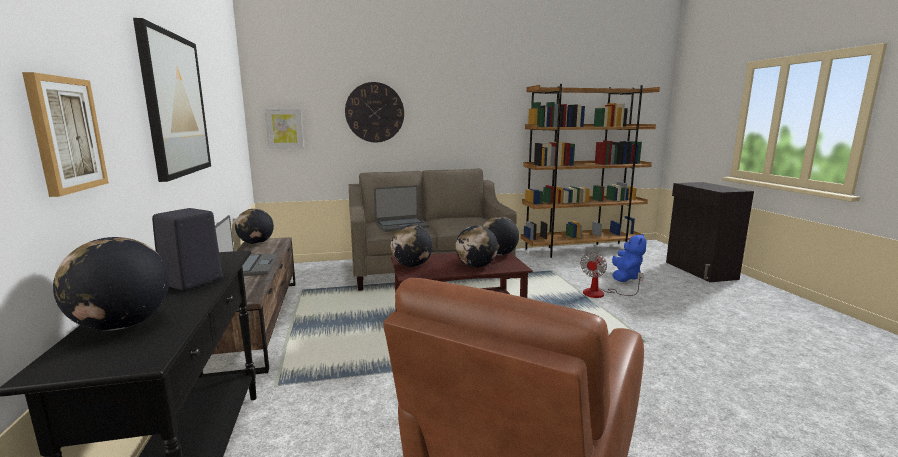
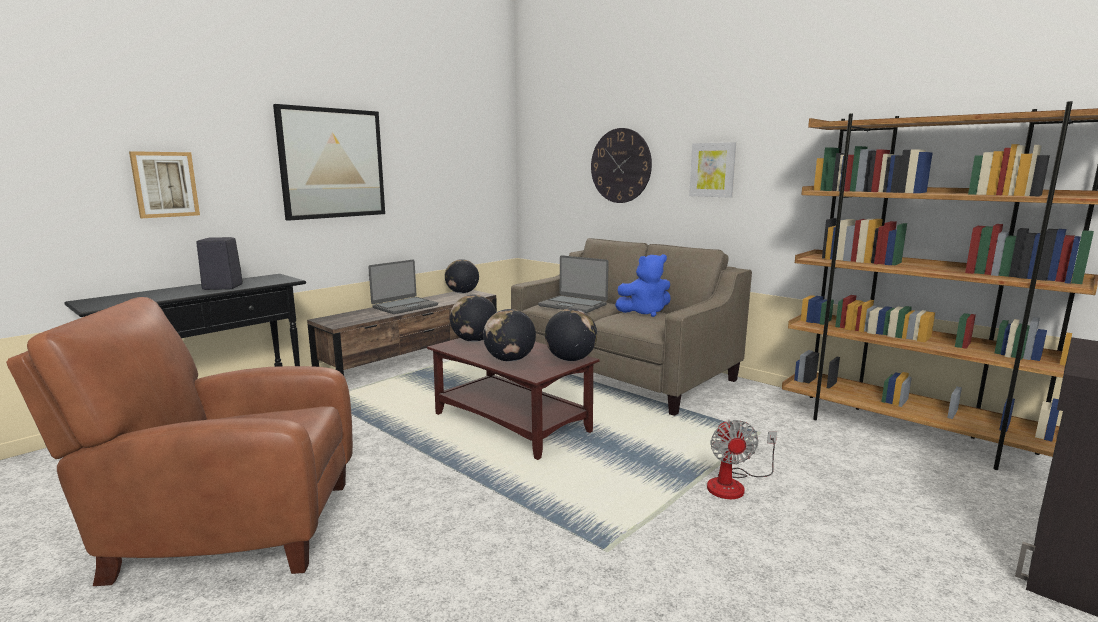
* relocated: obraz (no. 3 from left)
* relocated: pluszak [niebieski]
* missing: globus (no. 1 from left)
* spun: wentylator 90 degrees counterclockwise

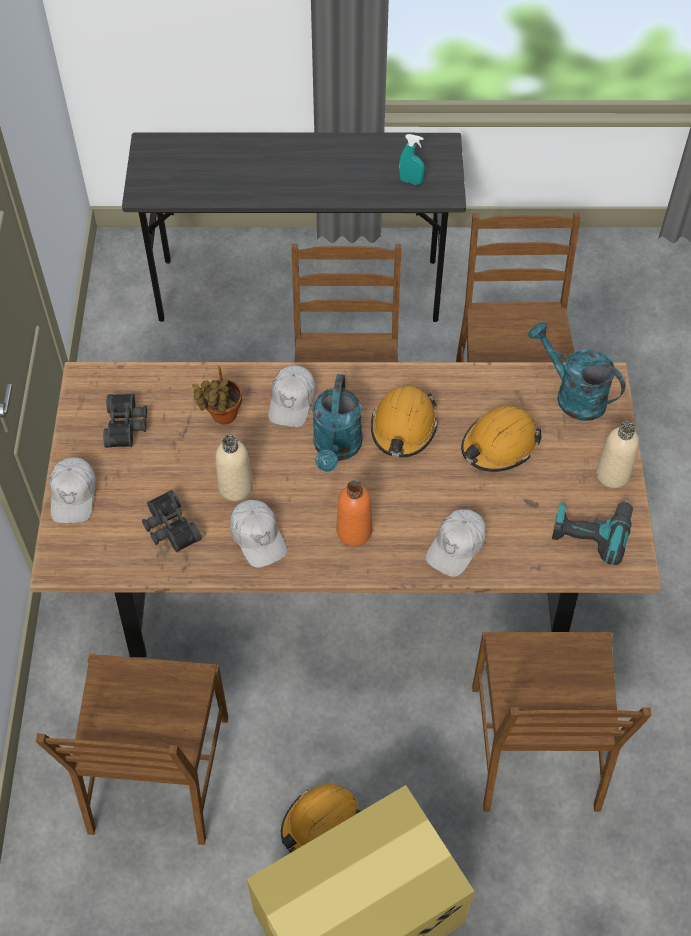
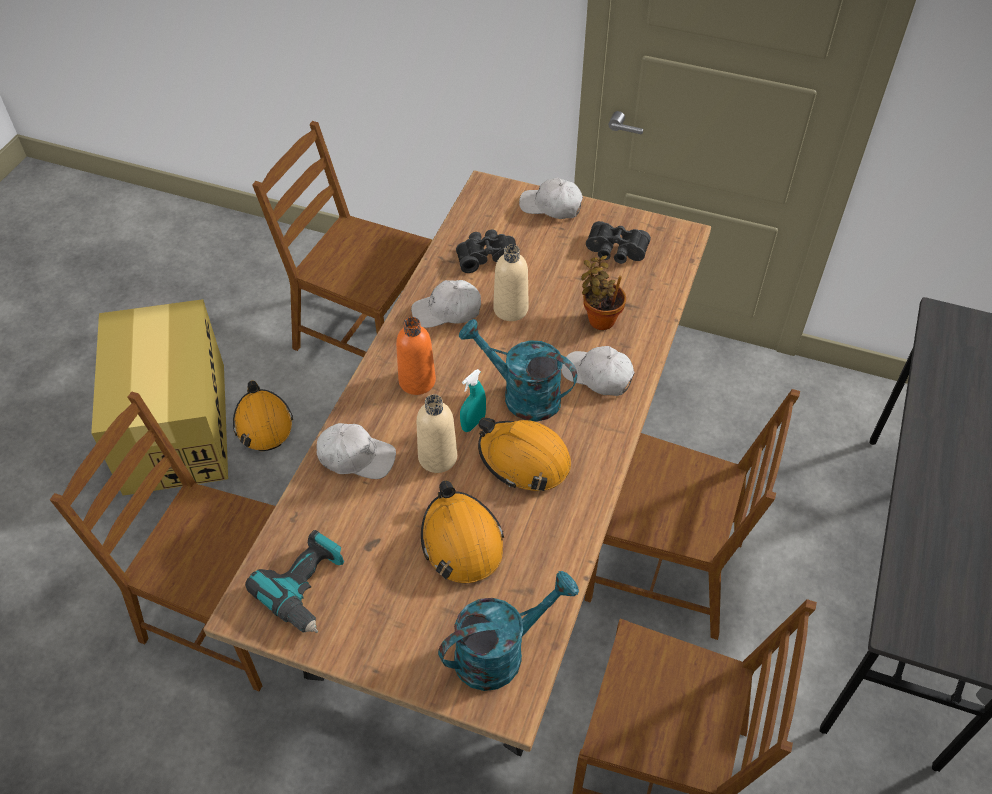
* relocated: spryskiwacz [turkusowy]
* relocated: butelka [beżowy] (no. 2 from left in the first image) to butelka [beżowy] (no. 1 from left)
* spun: czapka z daszkiem [biały] (no. 4 from left in the first image) 135 degrees clockwise

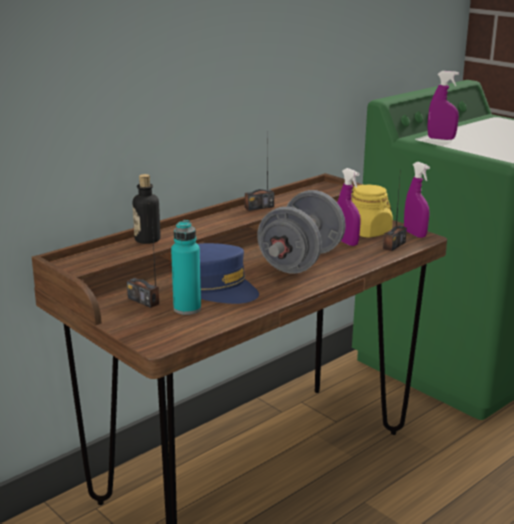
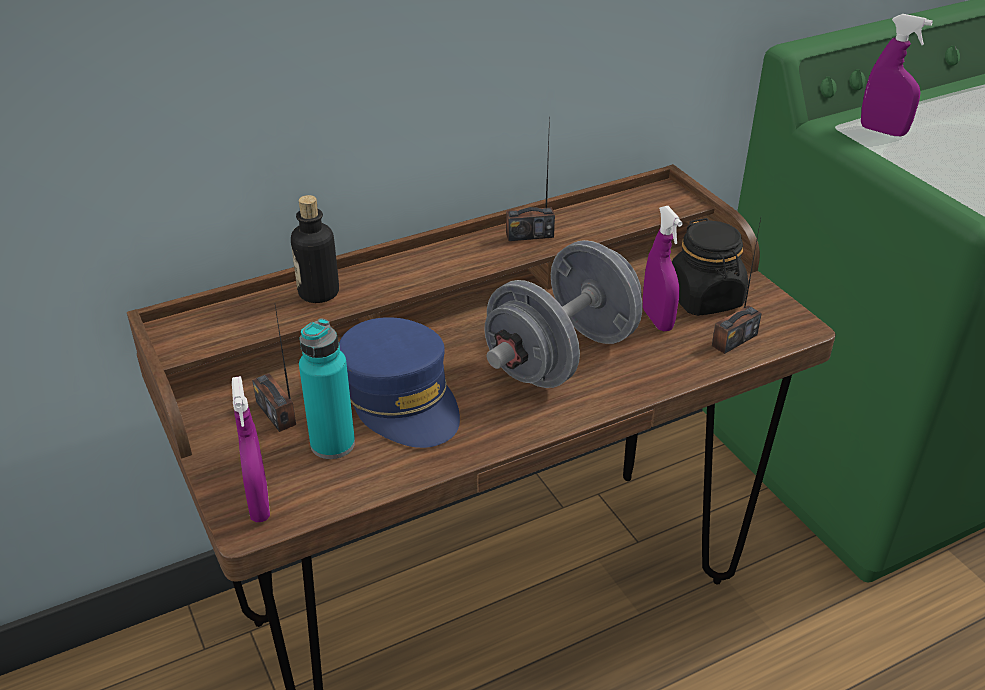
* relocated: spryskiwacz [fioletowy] (no. 2 from left in the first image) to spryskiwacz [fioletowy] (no. 1 from left)
* colour: słoik [żółty] to słoik [czarny]

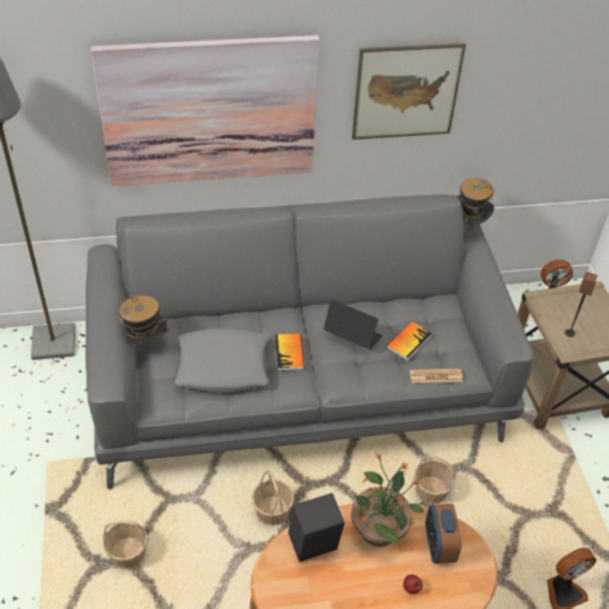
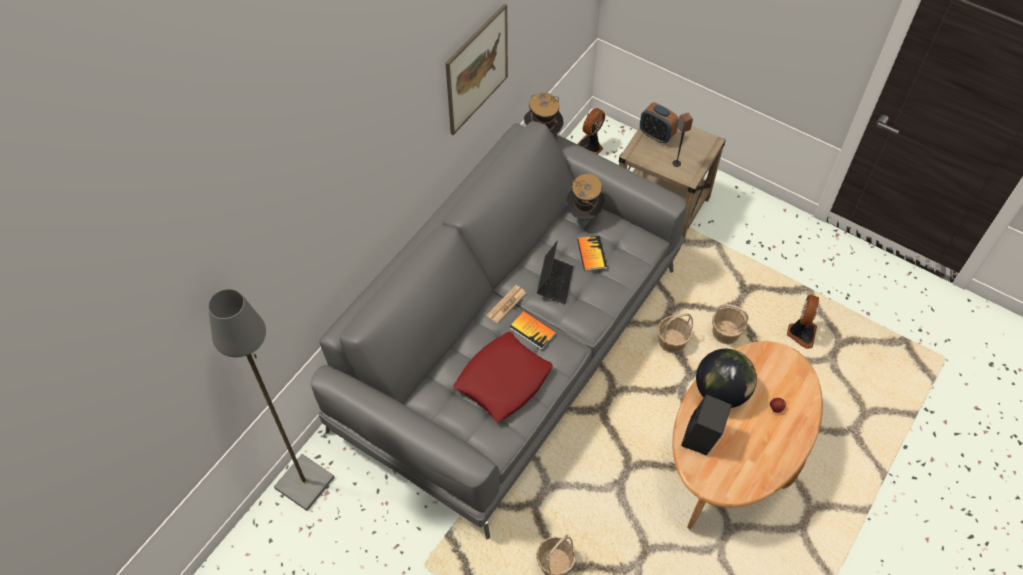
* missing: obraz (no. 1 from left)
* relocated: kapelusz (no. 1 from left in the first image) to kapelusz (no. 2 from left)
* spun: laptop 120 degrees clockwise
* colour: poduszka [szary] to poduszka [czerwony]
* relocated: gazeta
* exchanged: roślina doniczkowa to globus
* relocated: koszyk (no. 2 from left in the first image) to koszyk (no. 3 from left)
* relocated: budzik

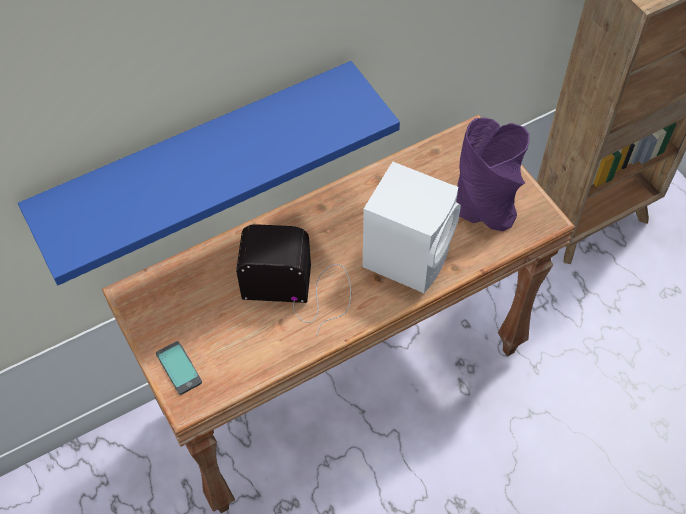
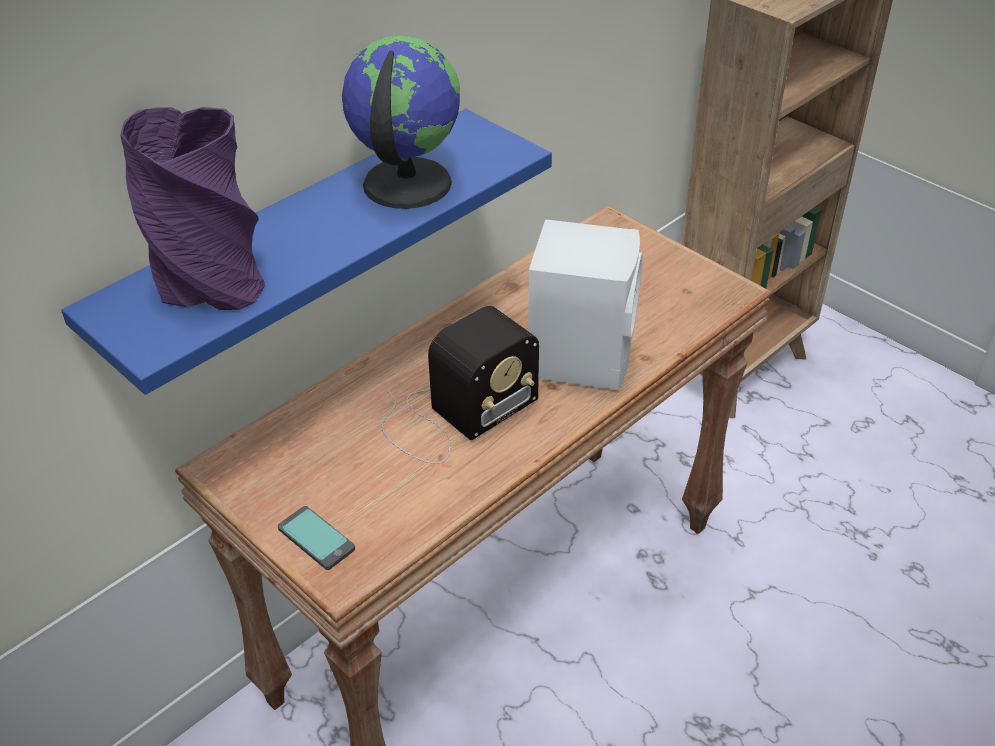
* relocated: wazon [fioletowy]
* spun: radio 150 degrees clockwise
* appeared: globus

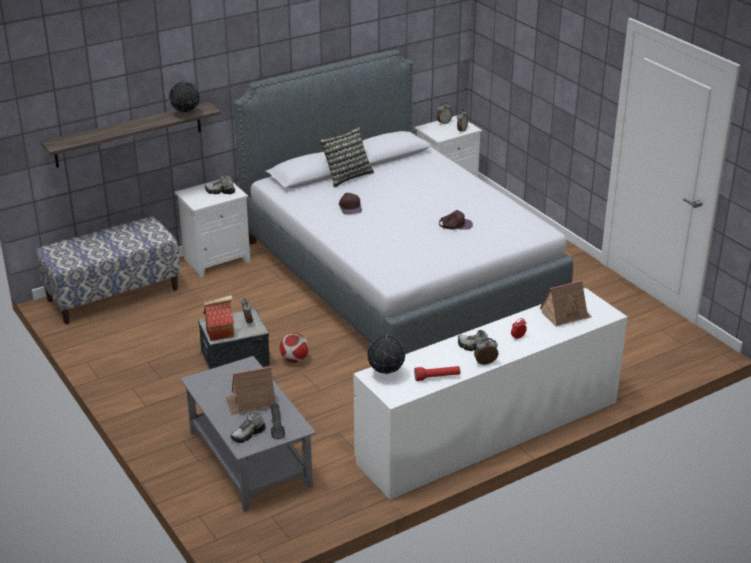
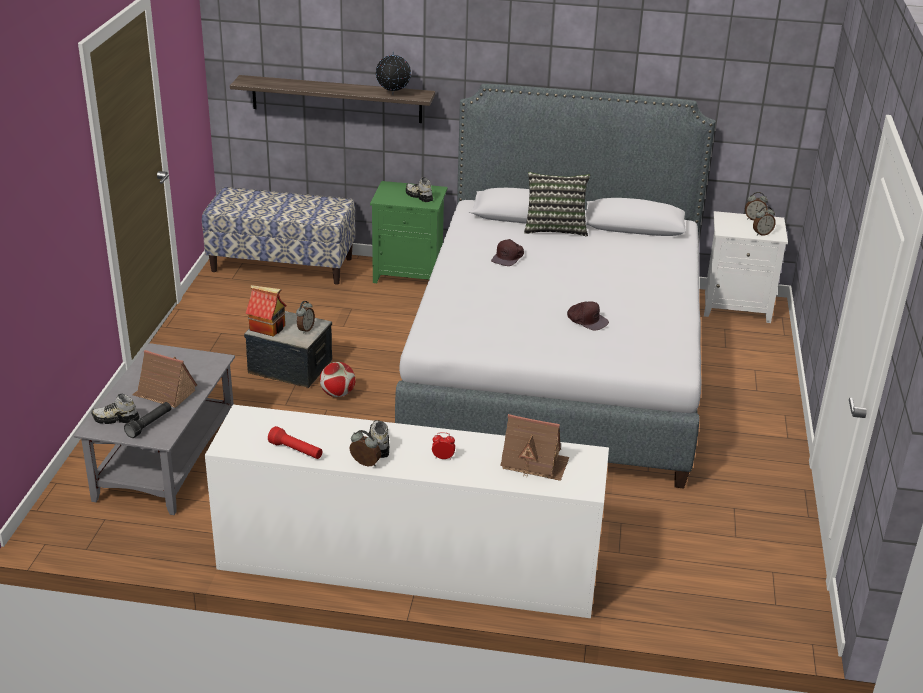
* colour: szafka nocna [biały] (no. 1 from left) to szafka nocna [zielony]
* missing: globus (no. 2 from left)

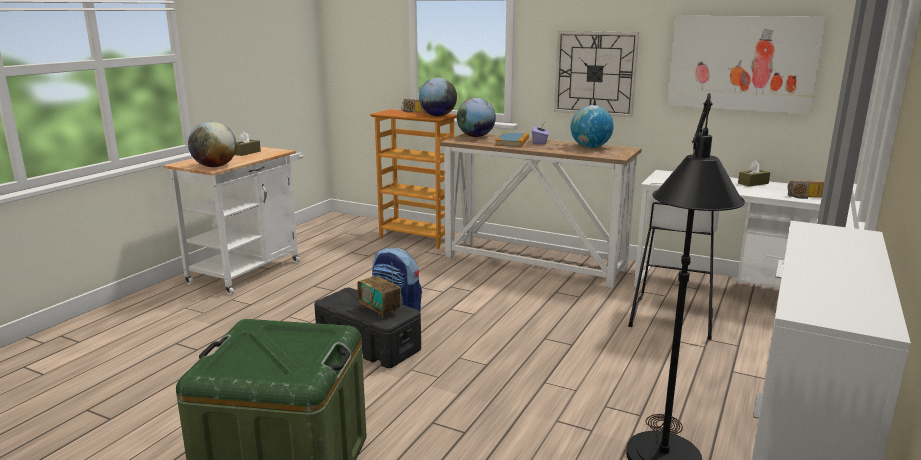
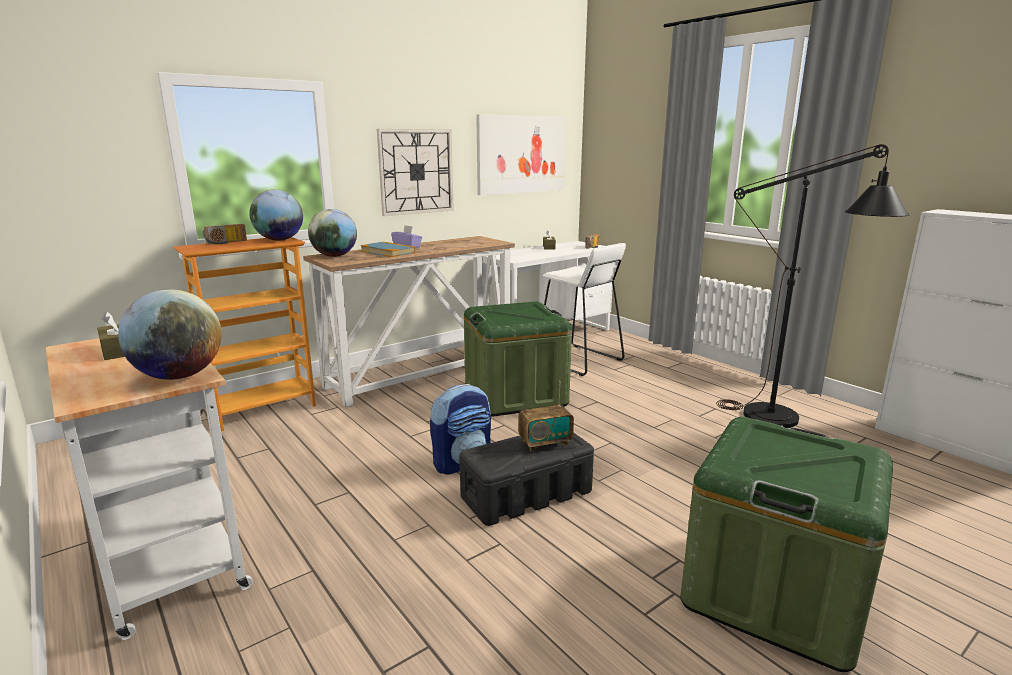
* missing: globus (no. 4 from left)
* appeared: pojemnik do przechowywania [zielony] (no. 1 from left)

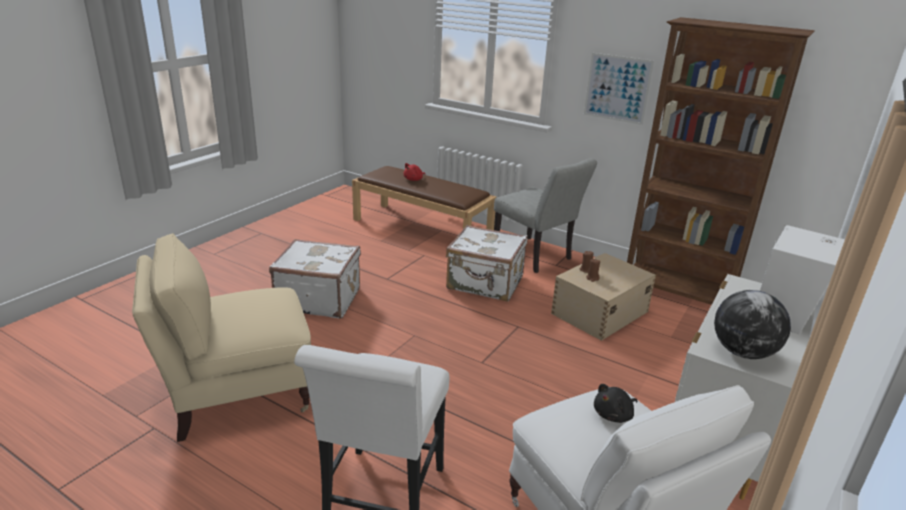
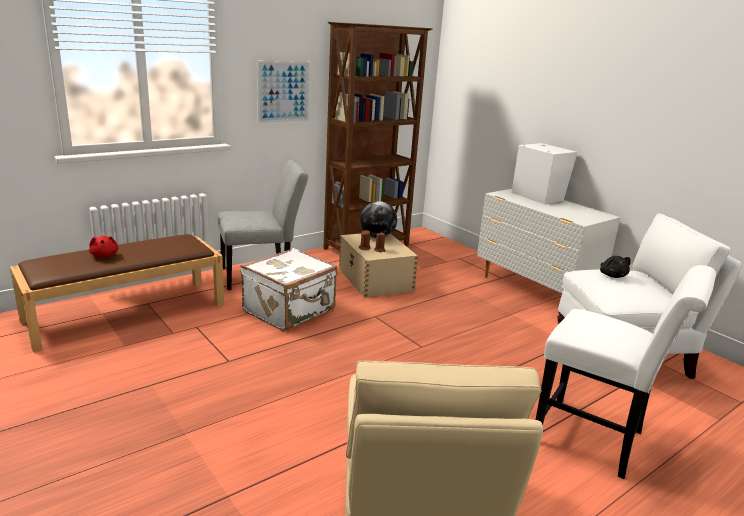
* missing: walizka [biały] (no. 1 from left)
* relocated: globus

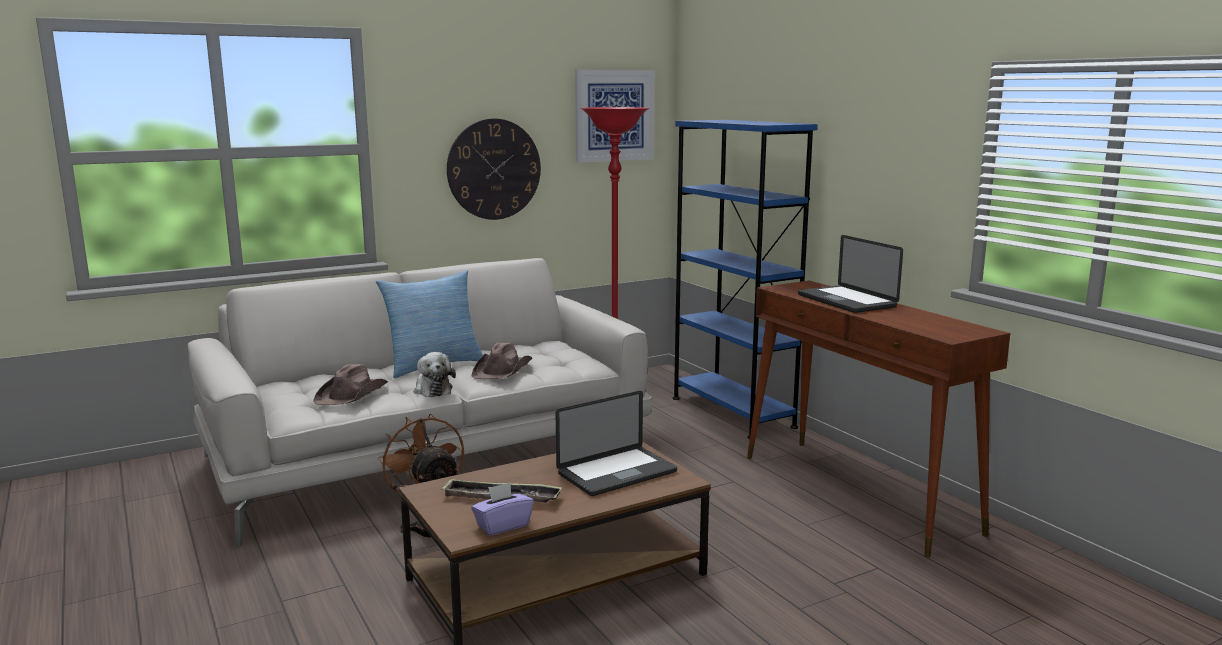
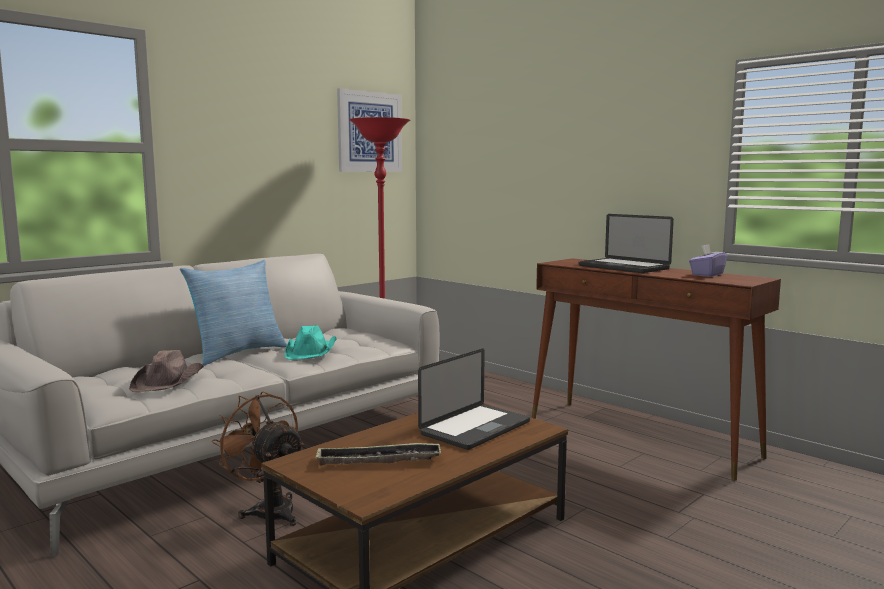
* missing: zegar ścienny
* missing: regał [niebieski]
* colour: kapelusz [brązowy] (no. 2 from left) to kapelusz [turkusowy]
* missing: pluszak
* relocated: pudełko chusteczek [fioletowy]

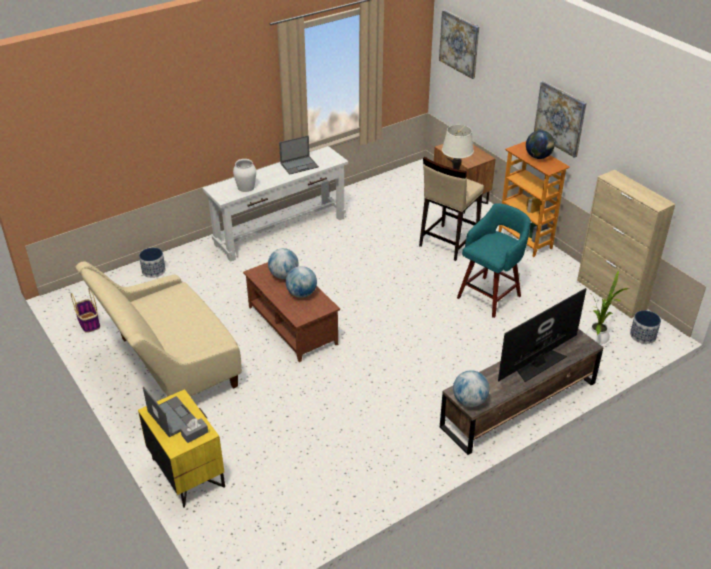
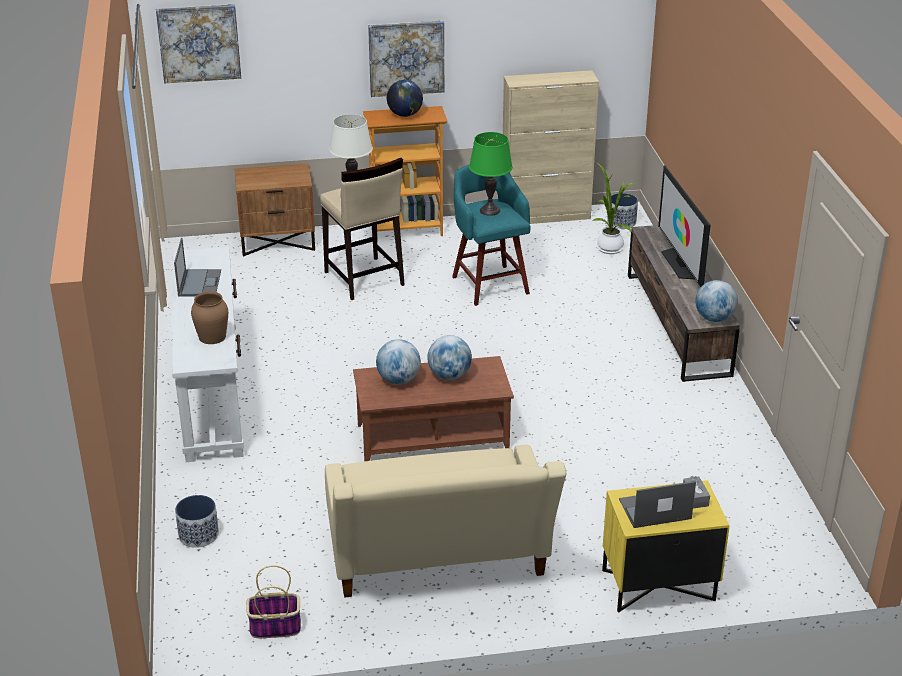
* colour: wazon [biały] to wazon [brązowy]
* appeared: lampa stołowa [zielony]

